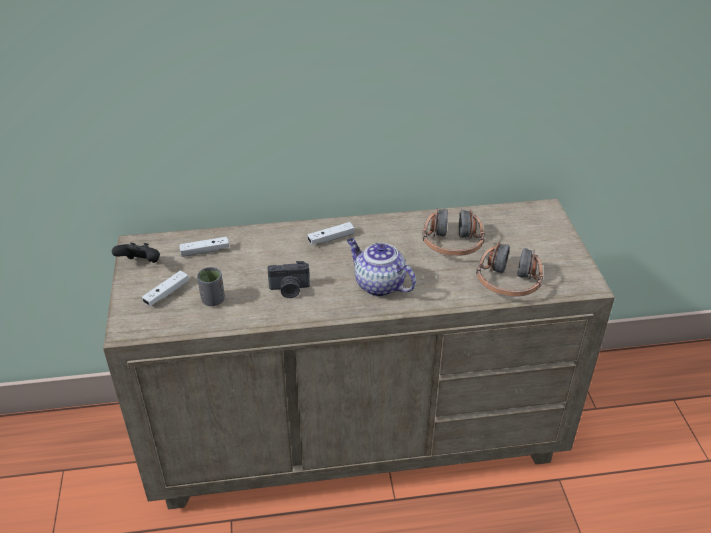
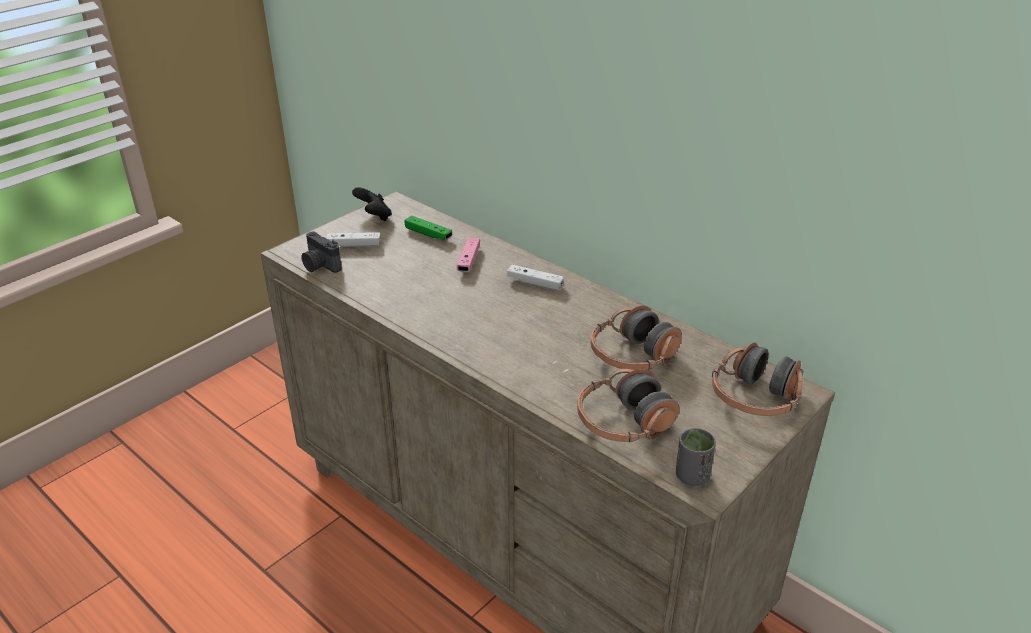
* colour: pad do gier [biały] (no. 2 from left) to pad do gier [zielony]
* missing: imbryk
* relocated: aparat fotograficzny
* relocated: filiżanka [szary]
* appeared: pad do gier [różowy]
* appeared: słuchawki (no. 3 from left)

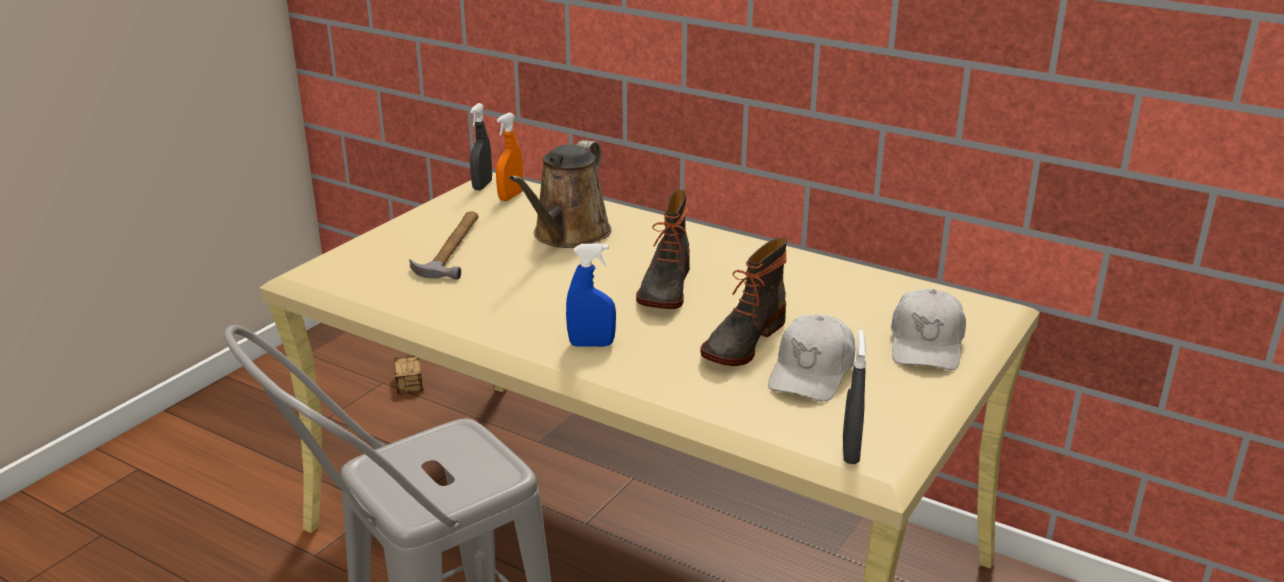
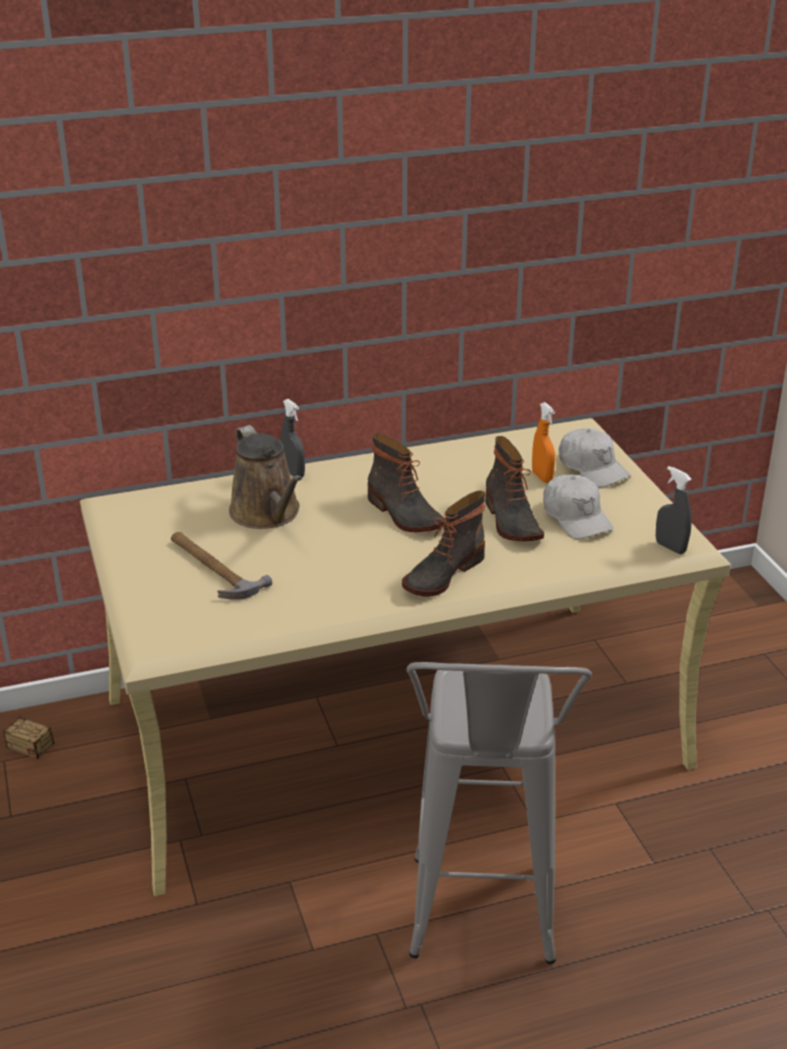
* relocated: spryskiwacz [szary] (no. 1 from left)
* relocated: spryskiwacz [pomarańczowy]
* exchanged: spryskiwacz [niebieski] to but z cholewką (no. 2 from left)

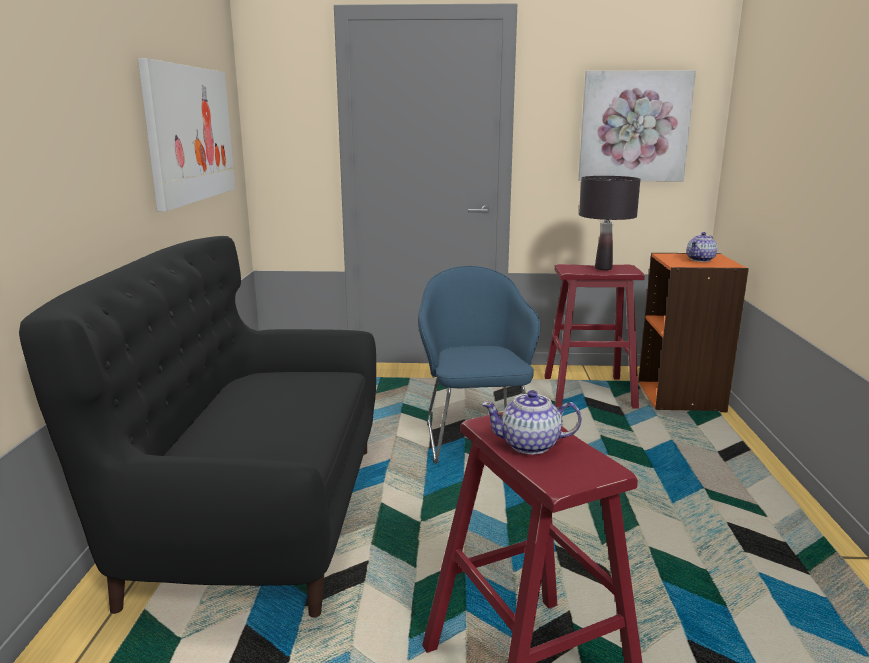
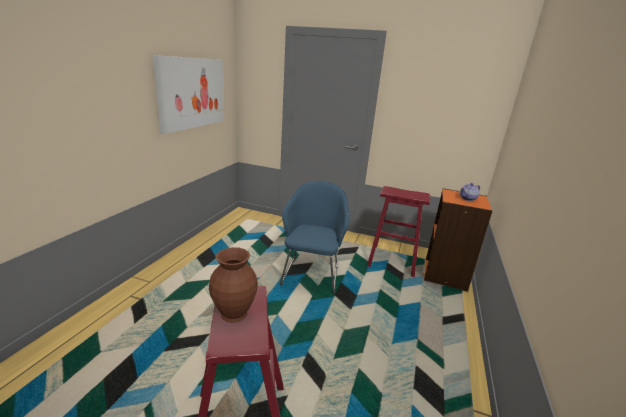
* missing: obraz (no. 2 from left)
* missing: lampa stołowa [czarny]
* missing: kanapa [czarny]
* exchanged: imbryk (no. 1 from left) to wazon [brązowy]

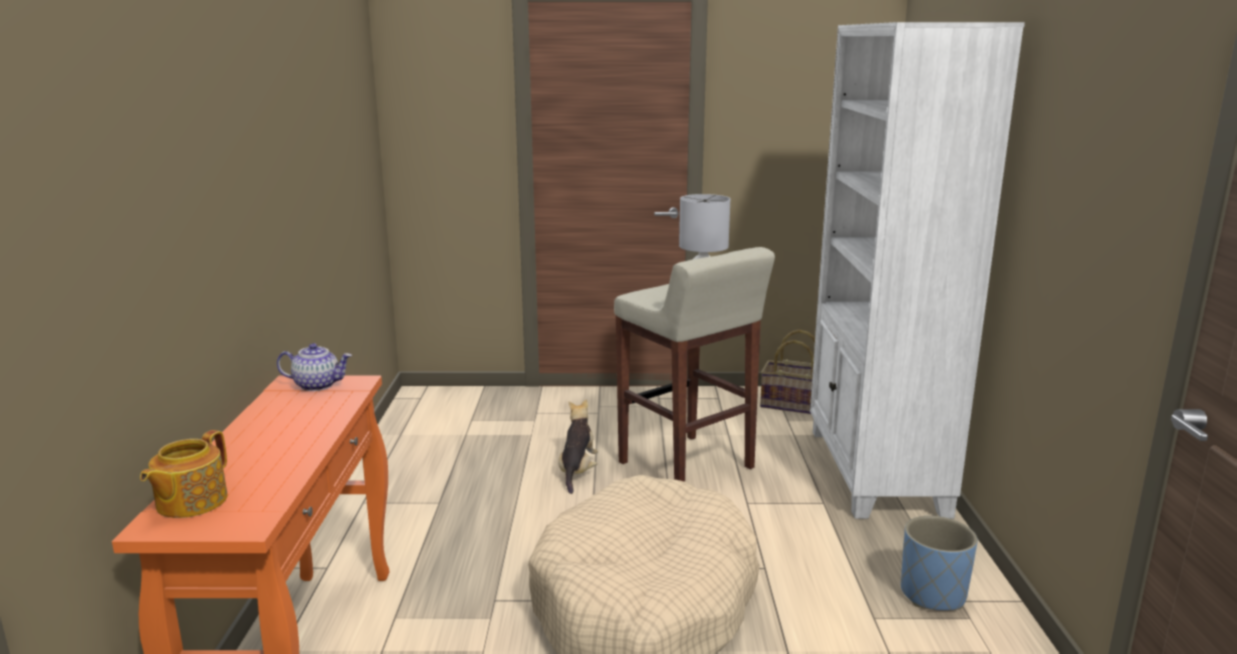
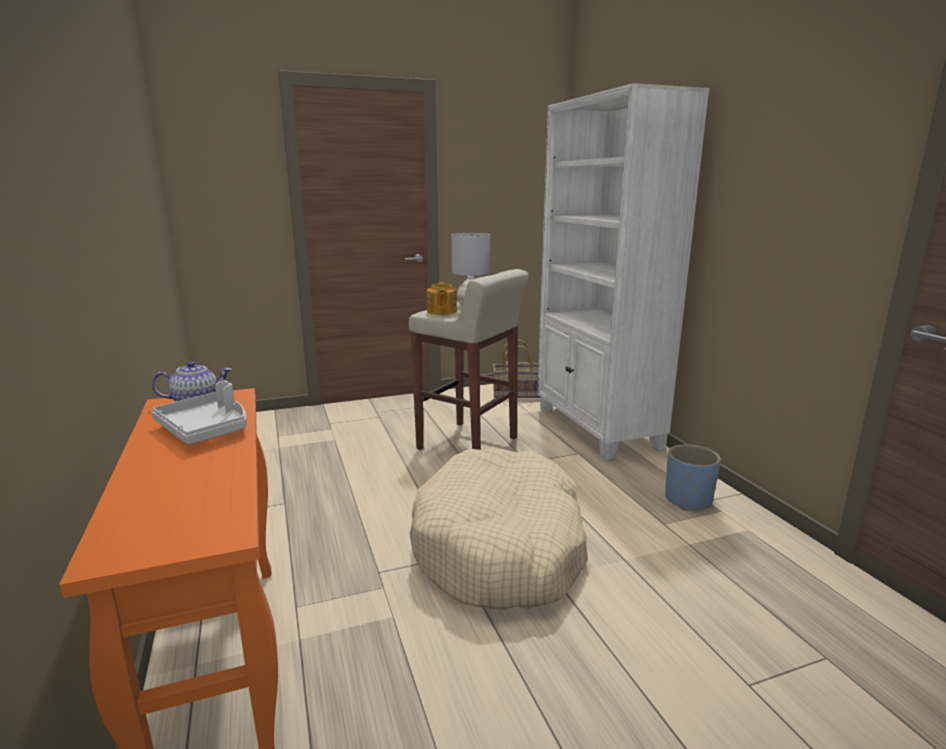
* missing: pluszak
* relocated: imbryk (no. 1 from left in the first image) to imbryk (no. 2 from left)
* appeared: taca [szary]

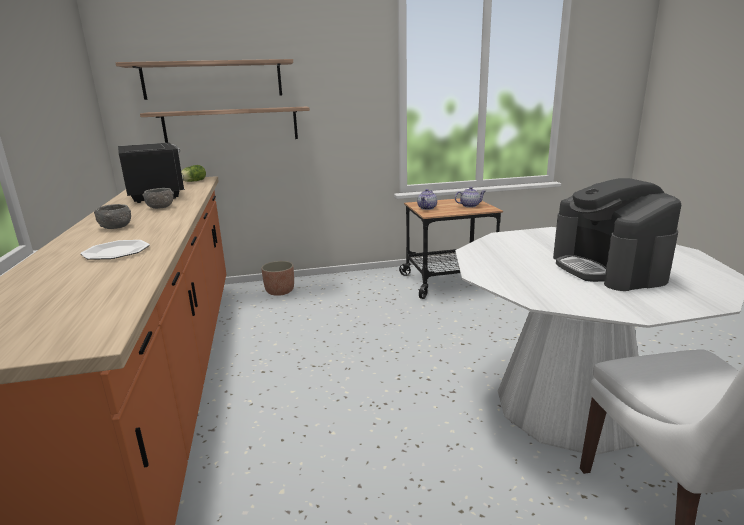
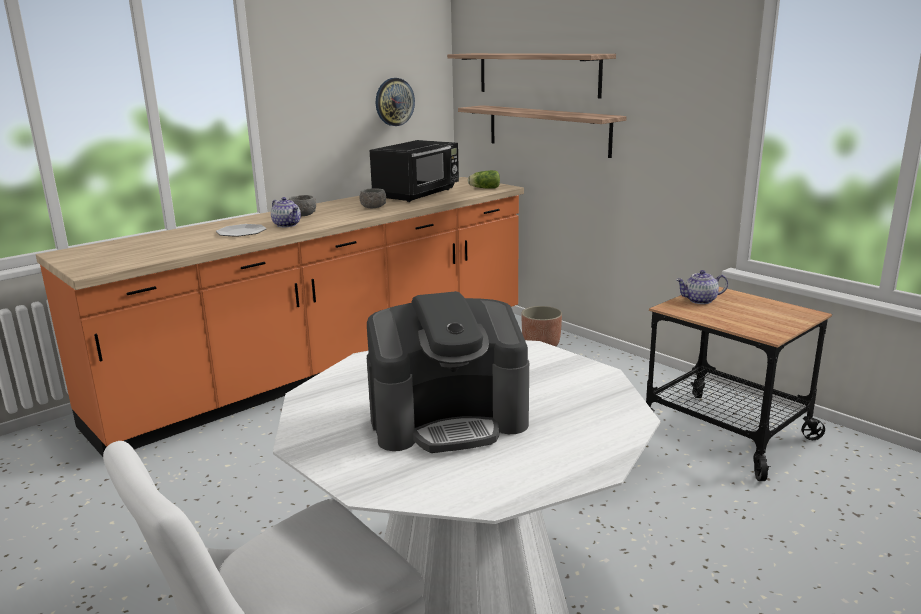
* spun: ekspres do kawy 150 degrees counterclockwise
* relocated: imbryk (no. 2 from left in the first image) to imbryk (no. 1 from left)
* appeared: zegar ścienny

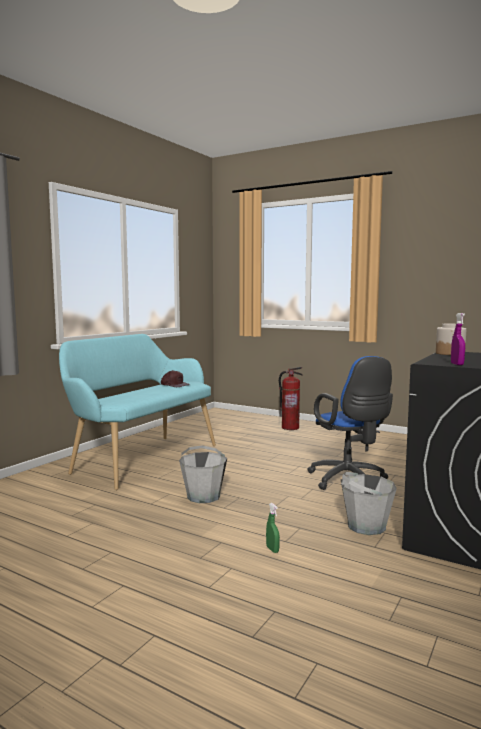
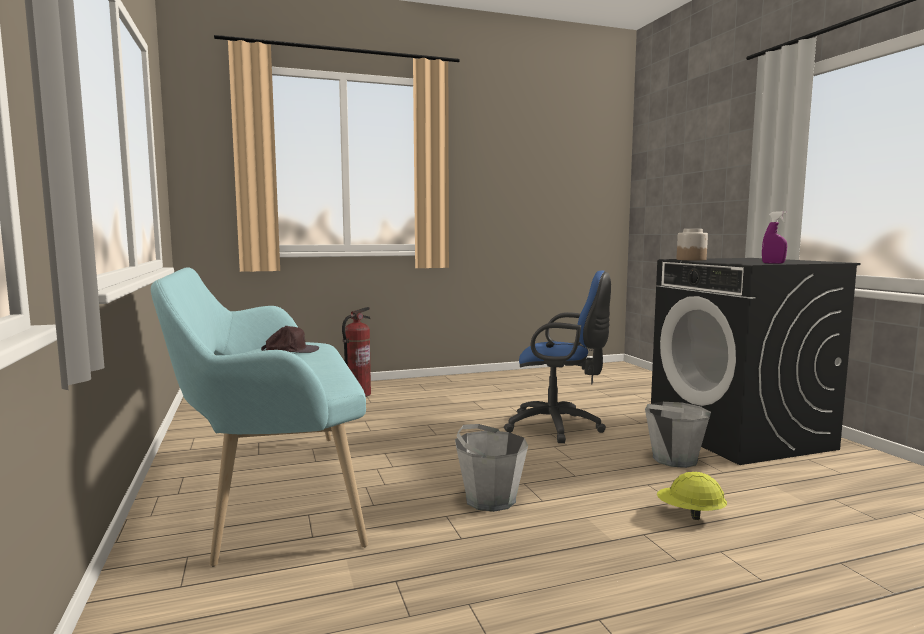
* exchanged: spryskiwacz [zielony] to kask [żółty]

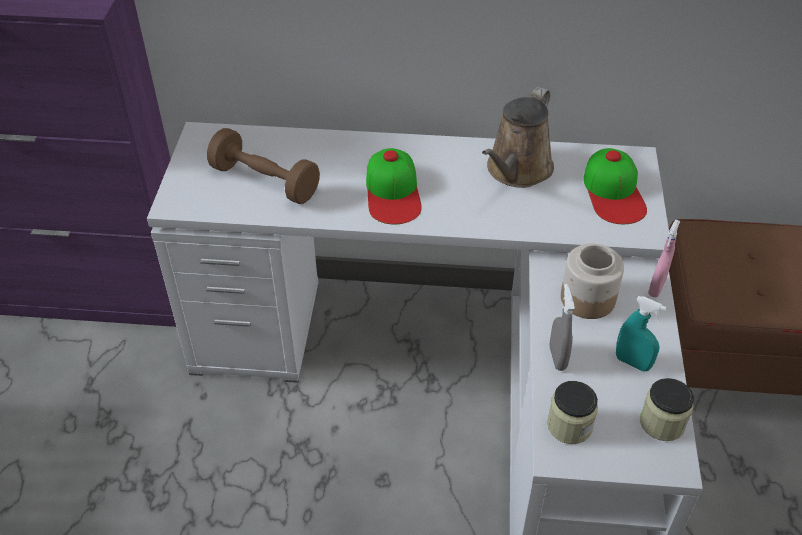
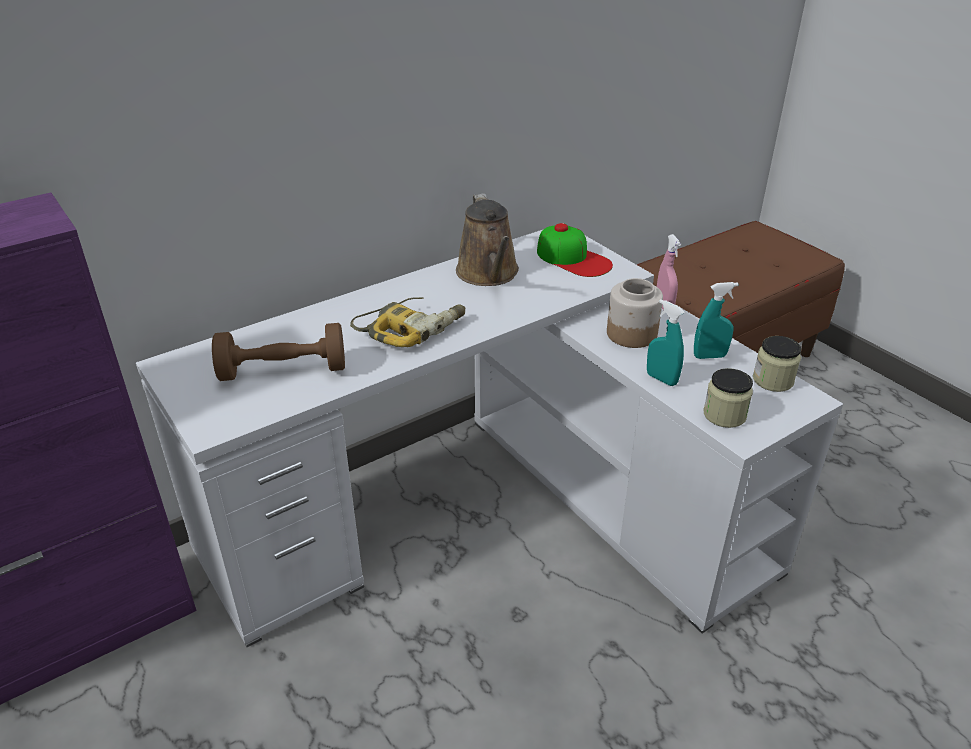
* exchanged: czapka z daszkiem (no. 1 from left) to wiertarka
* colour: spryskiwacz [szary] to spryskiwacz [turkusowy] (no. 1 from left)

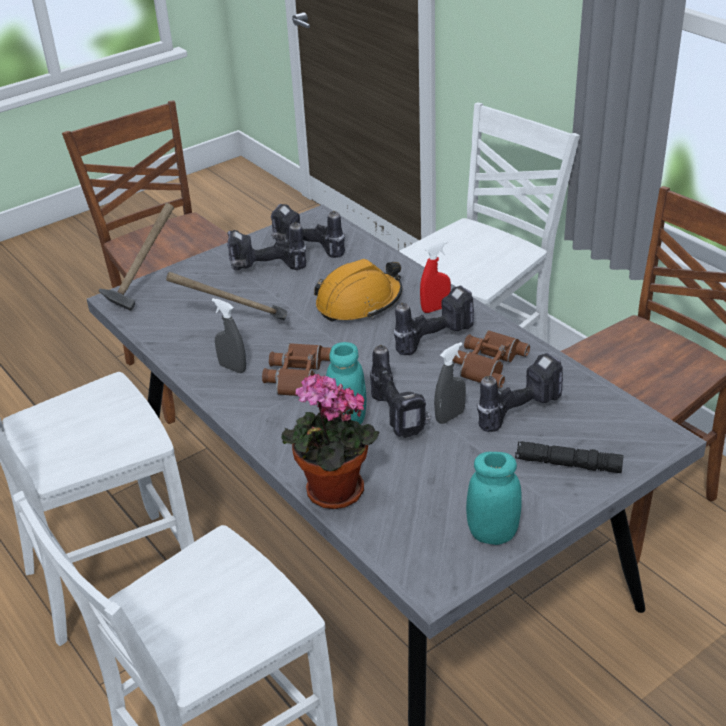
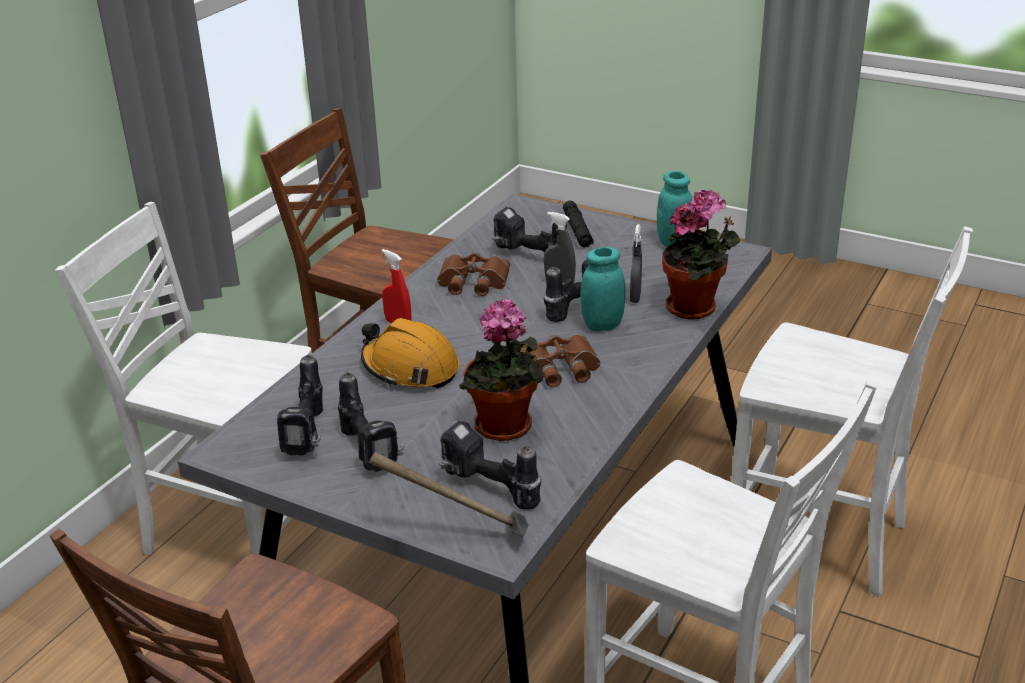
* exchanged: młotek (no. 2 from left) to roślina doniczkowa (no. 1 from left)
* relocated: wiertarka (no. 4 from left in the first image) to wiertarka (no. 3 from left)
* relocated: spryskiwacz [szary] (no. 1 from left in the first image) to spryskiwacz [szary] (no. 2 from left)

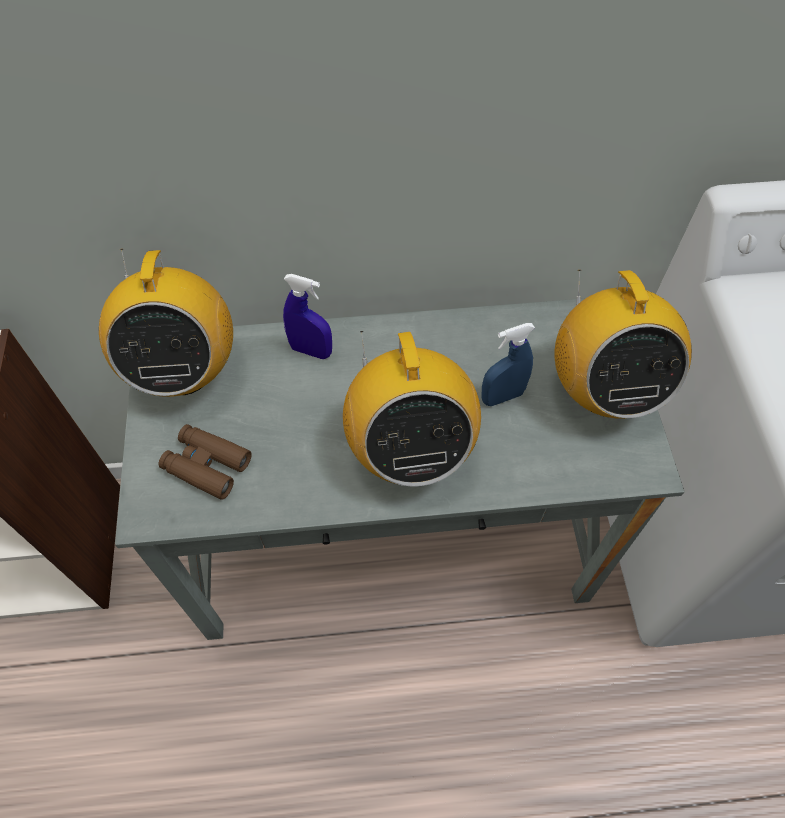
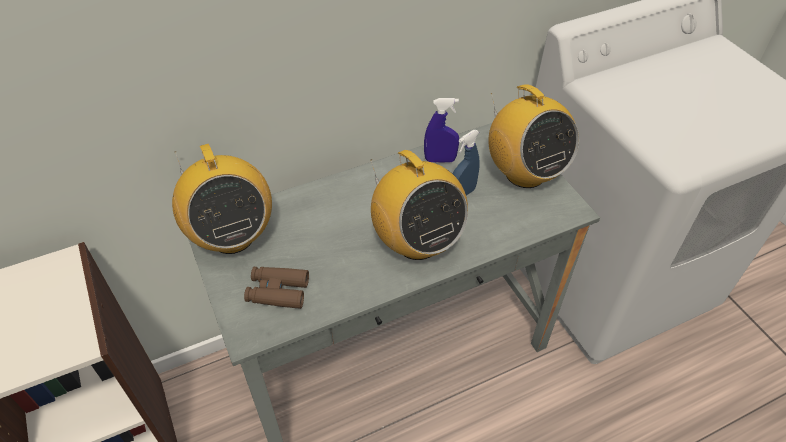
* relocated: spryskiwacz [niebieski] (no. 1 from left)

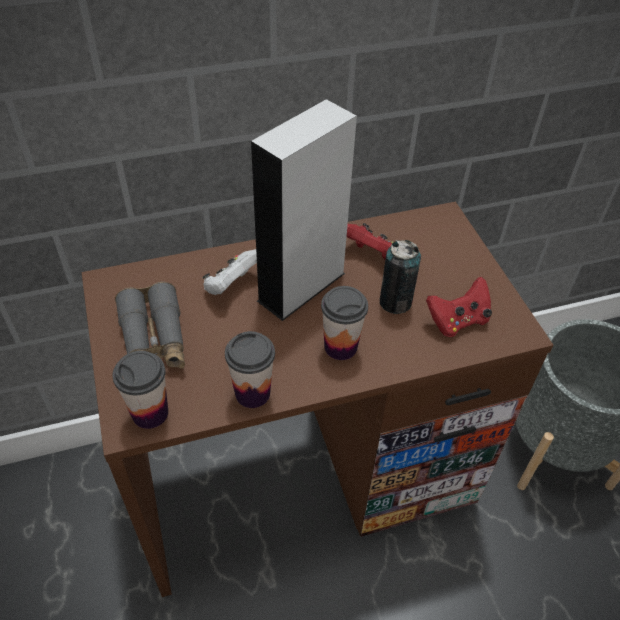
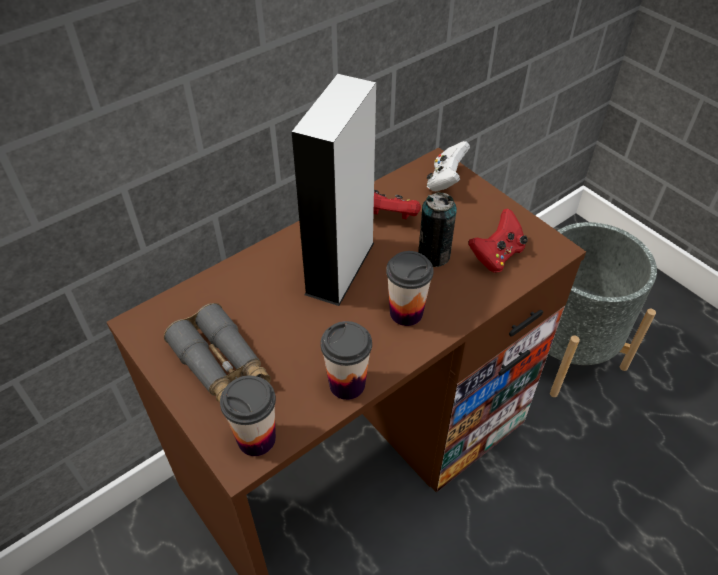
* relocated: pad do gier [biały]

